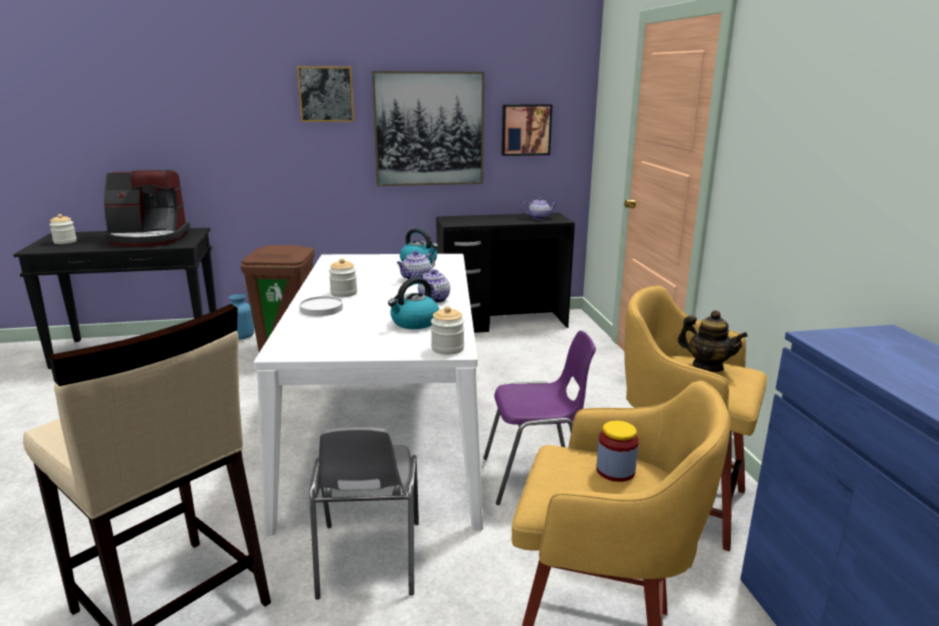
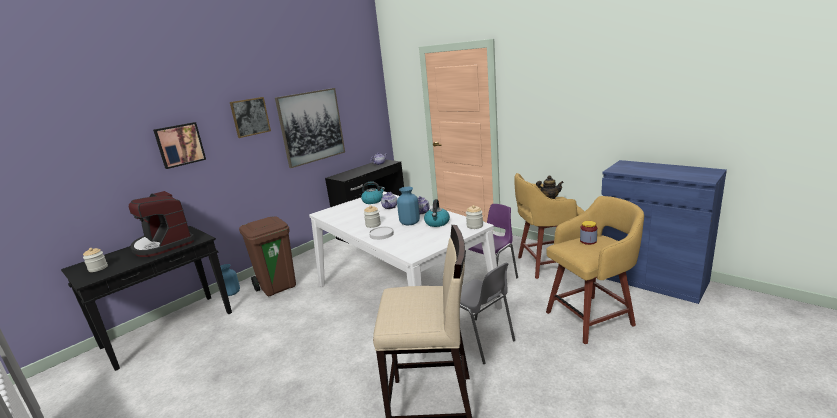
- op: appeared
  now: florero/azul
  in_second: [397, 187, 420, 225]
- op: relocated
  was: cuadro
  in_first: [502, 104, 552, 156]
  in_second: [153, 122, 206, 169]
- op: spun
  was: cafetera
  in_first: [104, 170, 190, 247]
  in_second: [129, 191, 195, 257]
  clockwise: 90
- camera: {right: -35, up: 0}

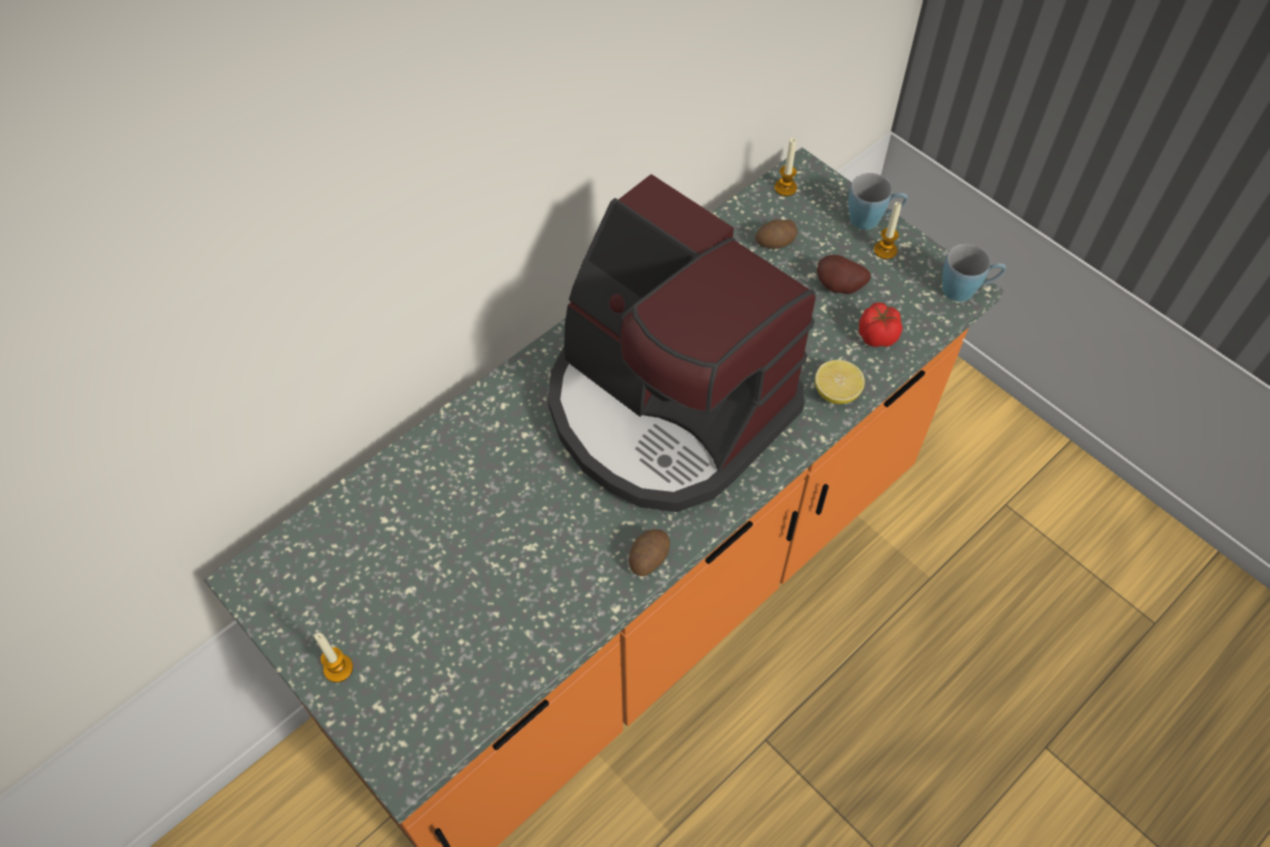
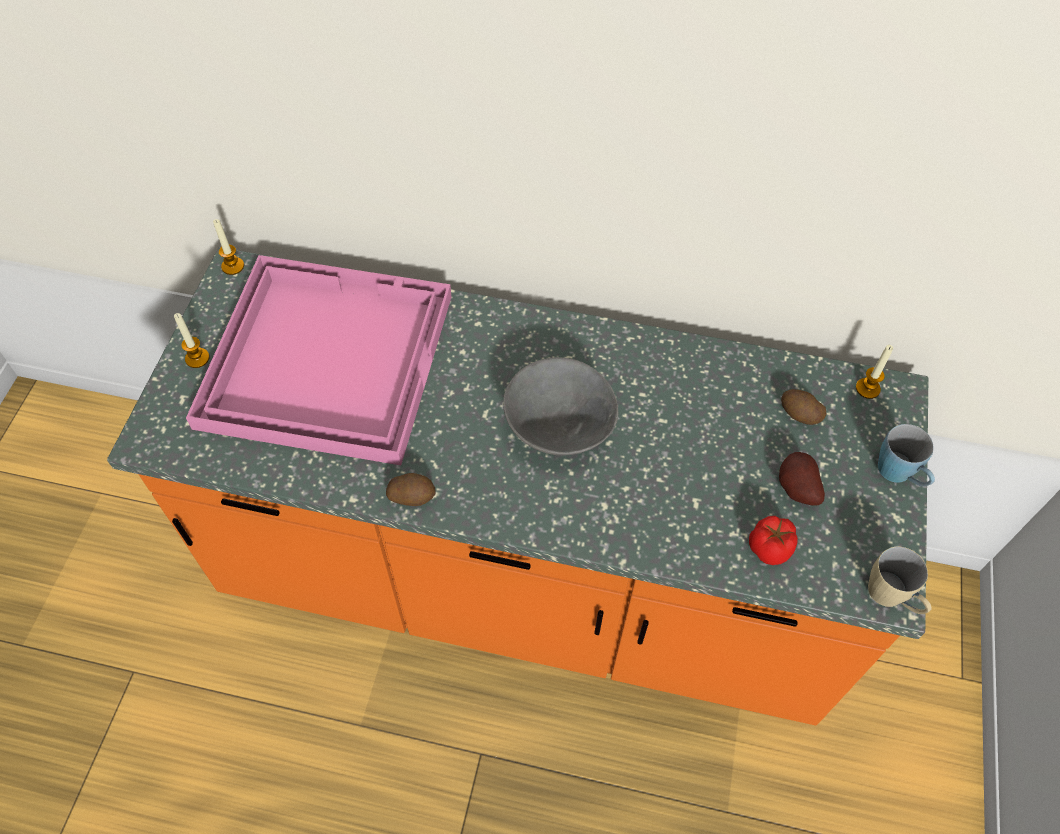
- op: missing
  was: limón
  in_first: [815, 360, 865, 404]
- op: appeared
  now: bandeja/rosa
  in_second: [186, 255, 451, 465]
- op: relocated
  was: vela
  in_first: [874, 202, 902, 259]
  in_second: [213, 219, 244, 275]
- op: exchanged
  was: cafetera
  now: cuenco/gris
  in_first: [548, 174, 816, 512]
  in_second: [503, 357, 618, 456]
- op: colour
  was: taza grande/azul
  now: taza grande/beis
  in_first: [942, 244, 1006, 302]
  in_second: [868, 546, 932, 614]
- camera: {right: 55, up: 0}

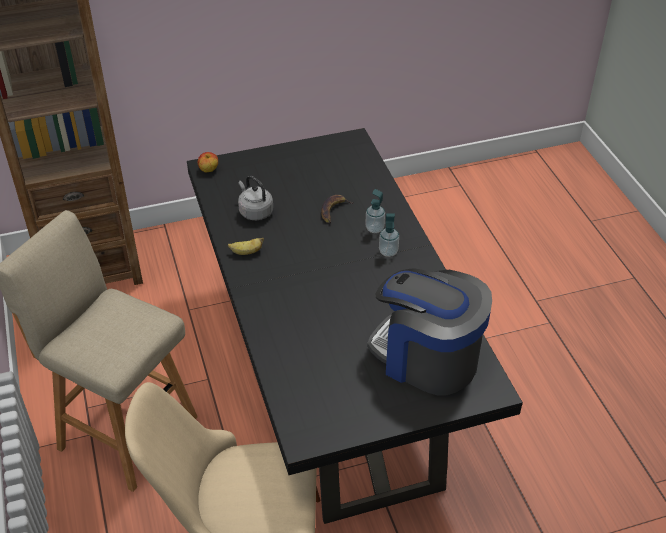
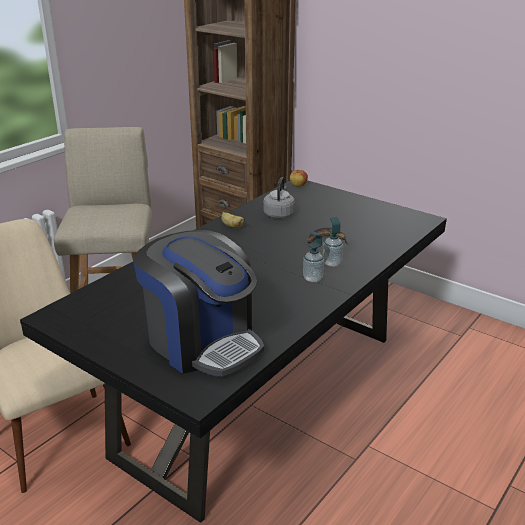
- op: spun
  was: cafetera
  in_first: [367, 268, 492, 396]
  in_second: [134, 230, 264, 377]
  clockwise: 135
- camera: {right: 55, up: -15}

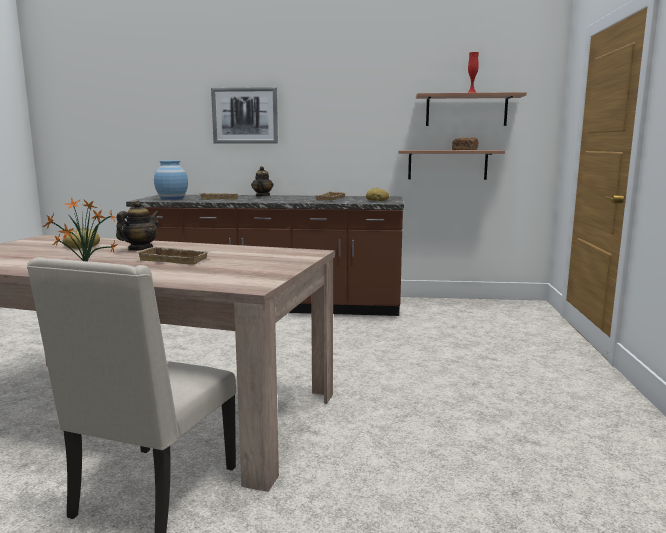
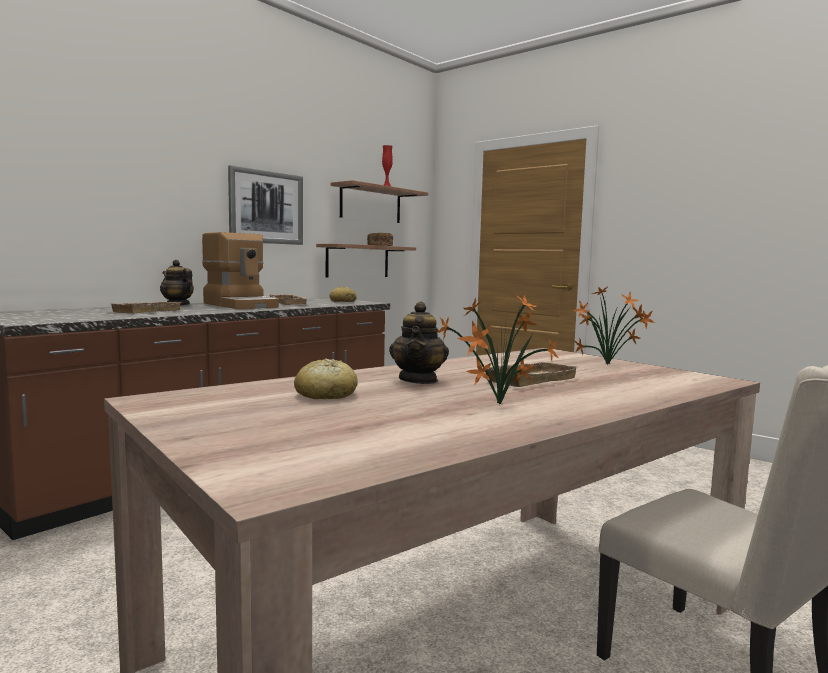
- op: missing
  was: florero/azul
  in_first: [154, 160, 188, 200]
- op: appeared
  now: cafetera
  in_second: [202, 232, 279, 309]
- op: appeared
  now: planta en maceta
  in_second: [573, 285, 655, 365]
- op: relocated
  was: cuadro
  in_first: [211, 87, 278, 144]
  in_second: [228, 165, 303, 245]
- op: spun
  was: tetera
  in_first: [116, 200, 159, 251]
  in_second: [389, 302, 449, 384]
  clockwise: -150
- camera: {right: -55, up: -5}

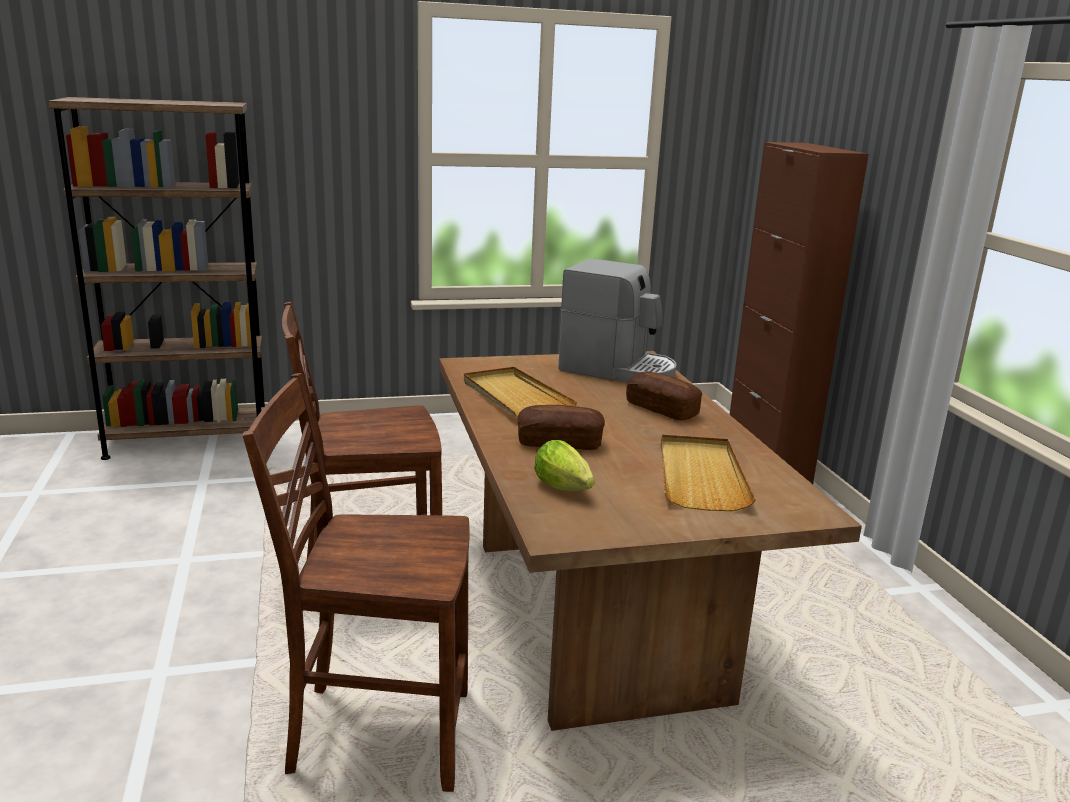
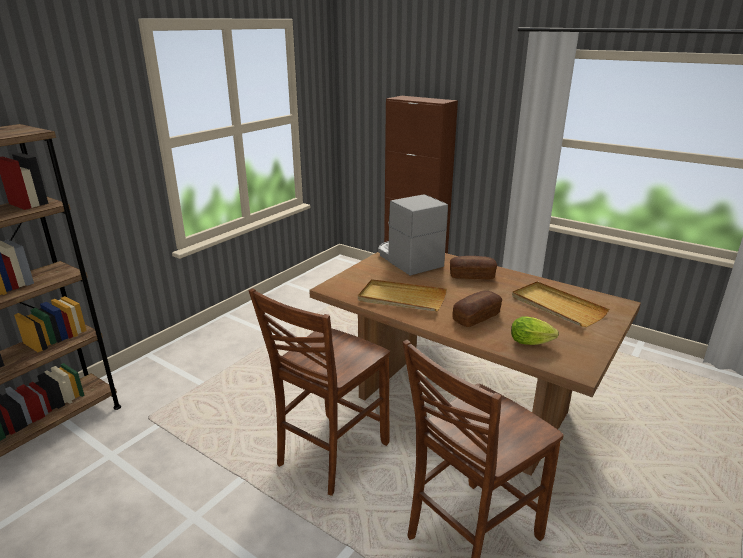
- op: spun
  was: cafetera
  in_first: [558, 258, 676, 383]
  in_second: [378, 194, 448, 276]
  clockwise: -105
- camera: {right: -40, up: 5}

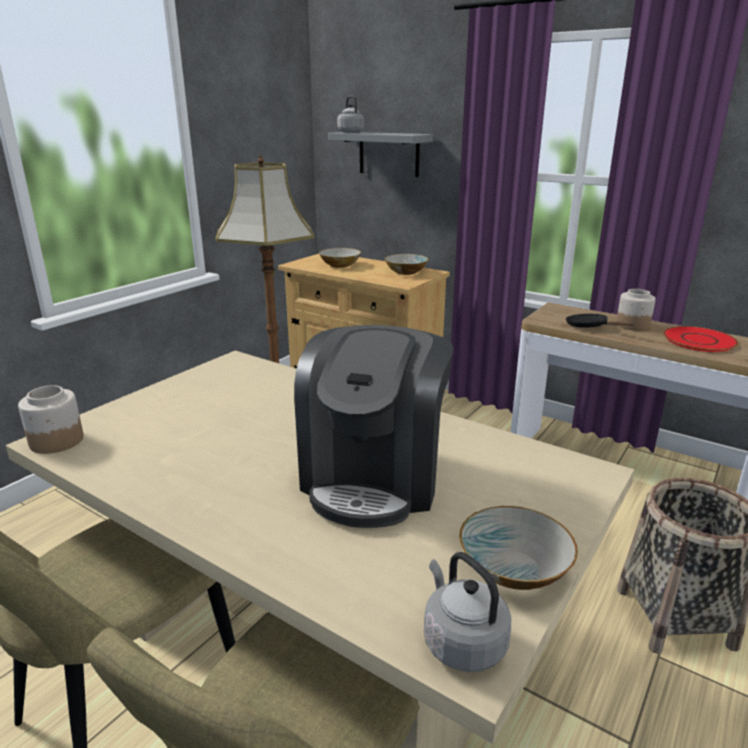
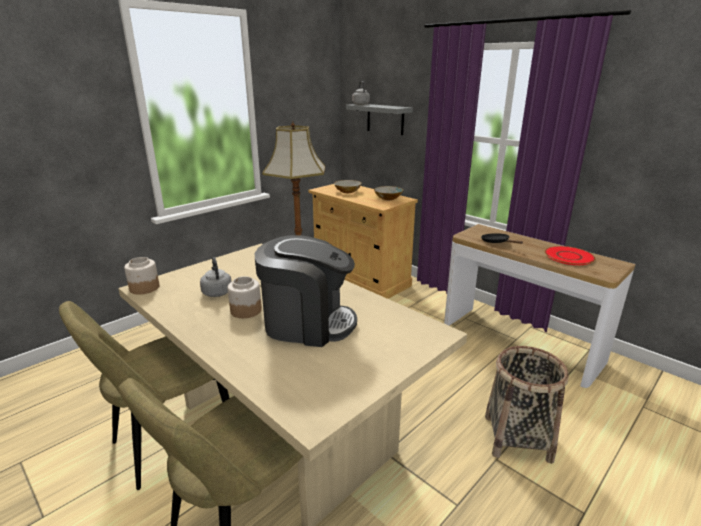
- op: missing
  was: cuenco
  in_first: [459, 506, 578, 590]
- op: relocated
  was: hervidor/gris
  in_first: [424, 552, 511, 672]
  in_second: [200, 257, 232, 297]
- op: relocated
  was: tarro
  in_first: [616, 289, 656, 331]
  in_second: [227, 276, 262, 318]
- op: spun
  was: cafetera
  in_first: [294, 325, 453, 528]
  in_second: [255, 235, 357, 347]
  clockwise: -105
- camera: {right: 10, up: 0}

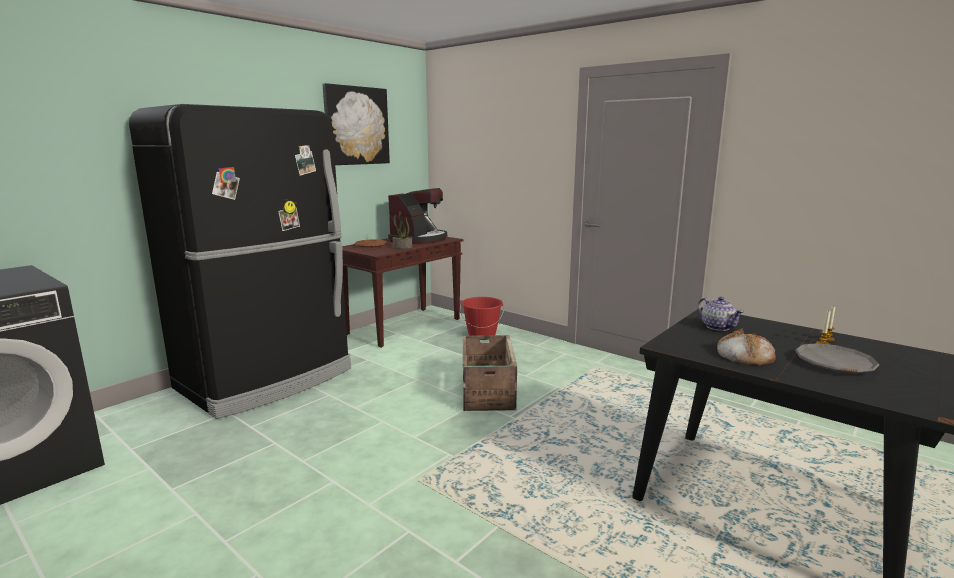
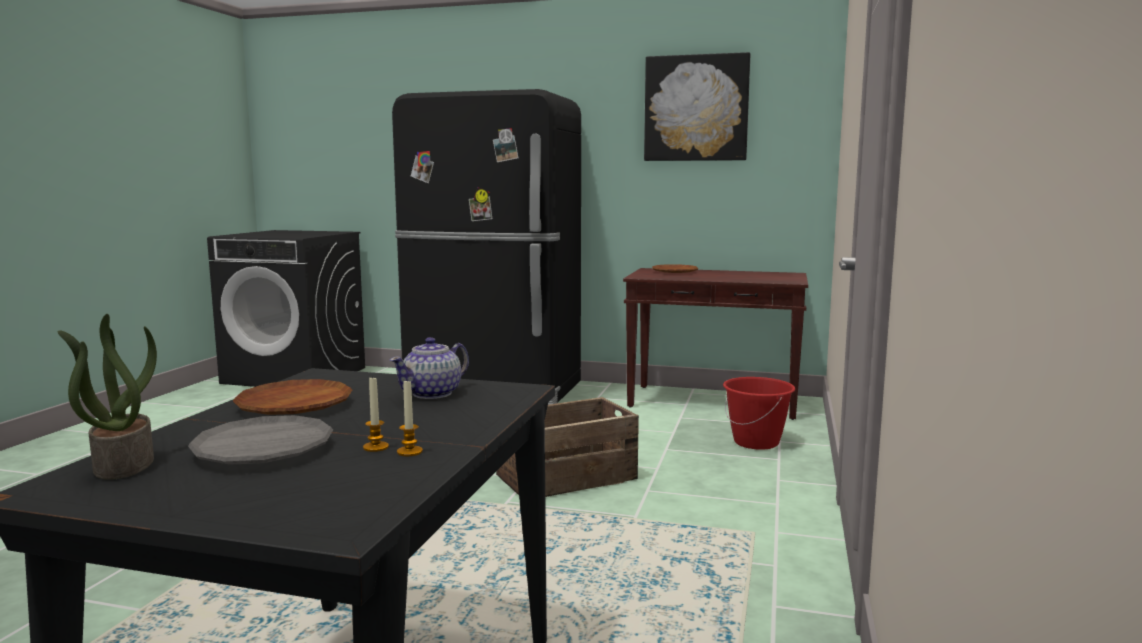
- op: missing
  was: cafetera
  in_first: [388, 188, 447, 244]
- op: relocated
  was: planta en maceta
  in_first: [392, 212, 412, 249]
  in_second: [58, 314, 157, 480]
- op: exchanged
  was: pan
  now: plato/marrón
  in_first: [717, 328, 776, 365]
  in_second: [233, 379, 352, 415]
- camera: {right: 65, up: -5}

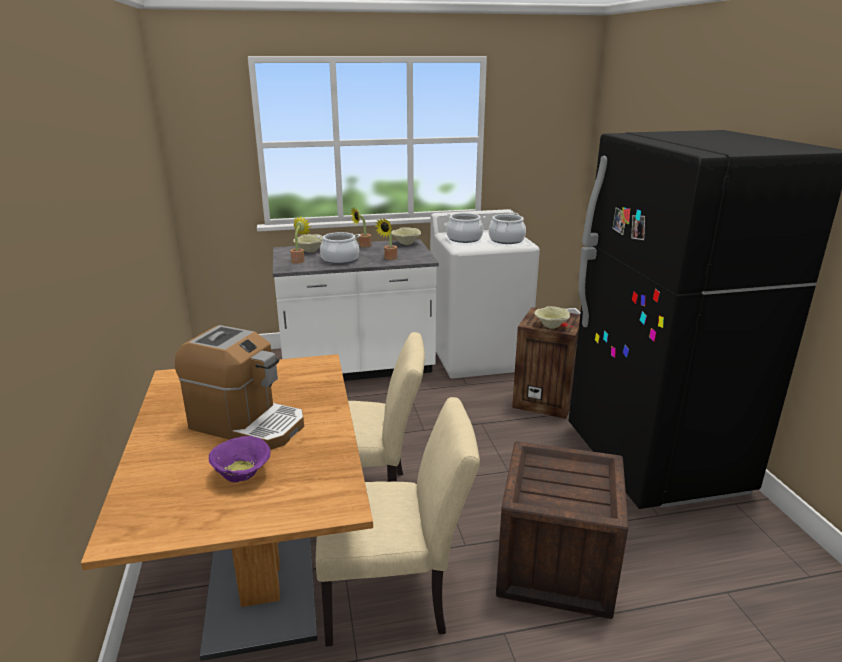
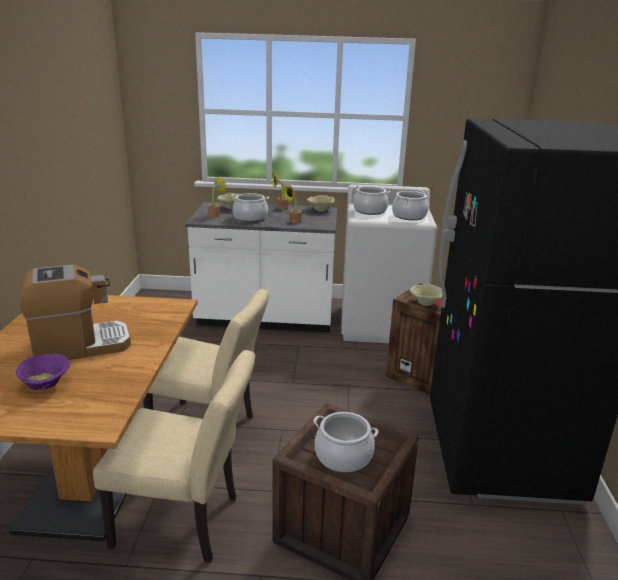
- op: appeared
  now: olla
  in_second: [313, 412, 379, 473]
- op: spun
  was: cafetera
  in_first: [175, 325, 304, 450]
  in_second: [20, 264, 131, 360]
  clockwise: -60
- camera: {right: 15, up: 0}

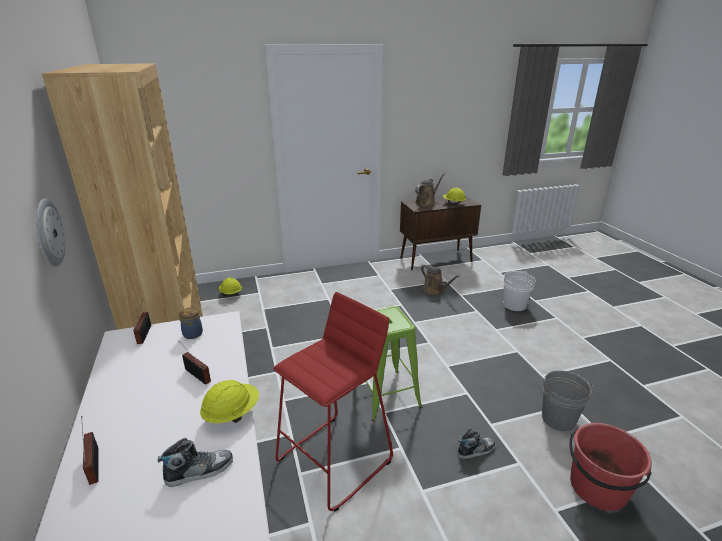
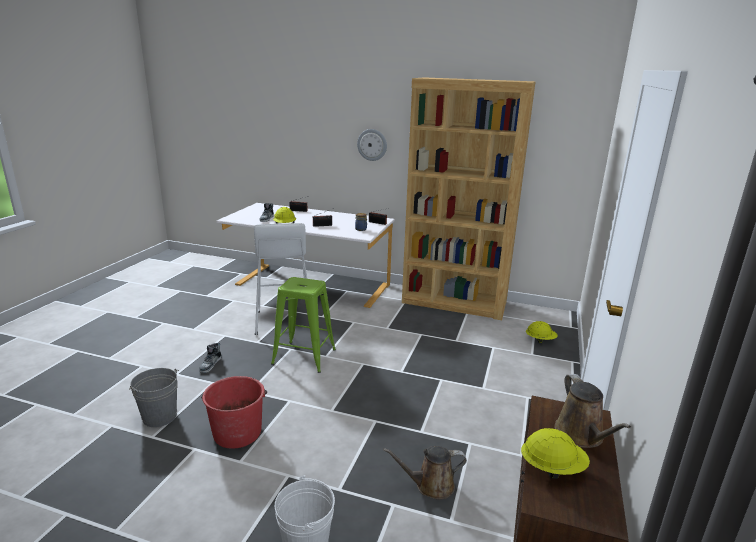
- op: relocated
  was: cubo/rojo
  in_first: [570, 423, 652, 511]
  in_second: [201, 376, 267, 449]
- op: colour
  was: taburete/rojo
  now: taburete/blanco
  in_first: [273, 292, 393, 512]
  in_second: [254, 223, 307, 335]
- camera: {right: 125, up: -5}

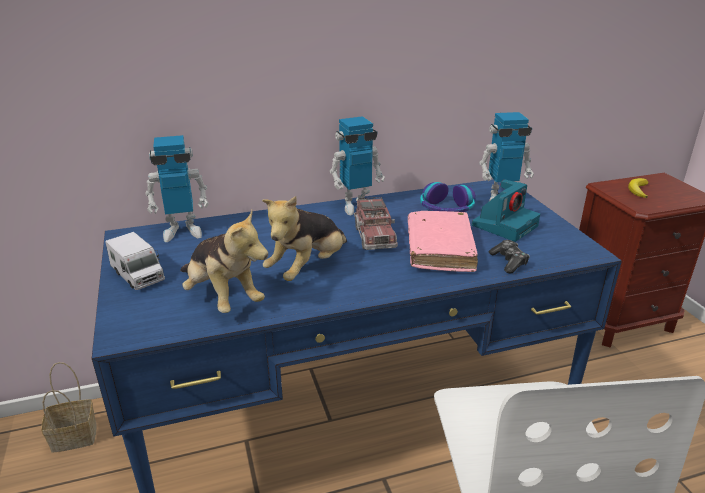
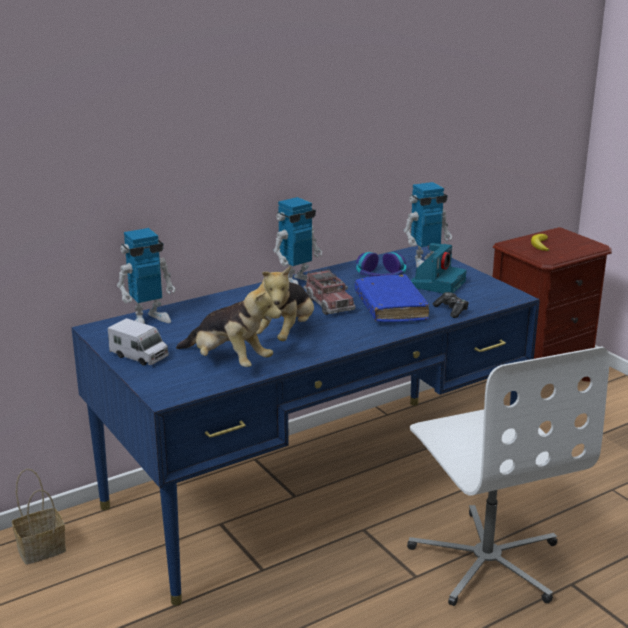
- op: colour
  was: libro/rosa
  now: libro/azul
  in_first: [408, 211, 478, 272]
  in_second: [355, 274, 429, 322]
- camera: {right: -15, up: -5}

